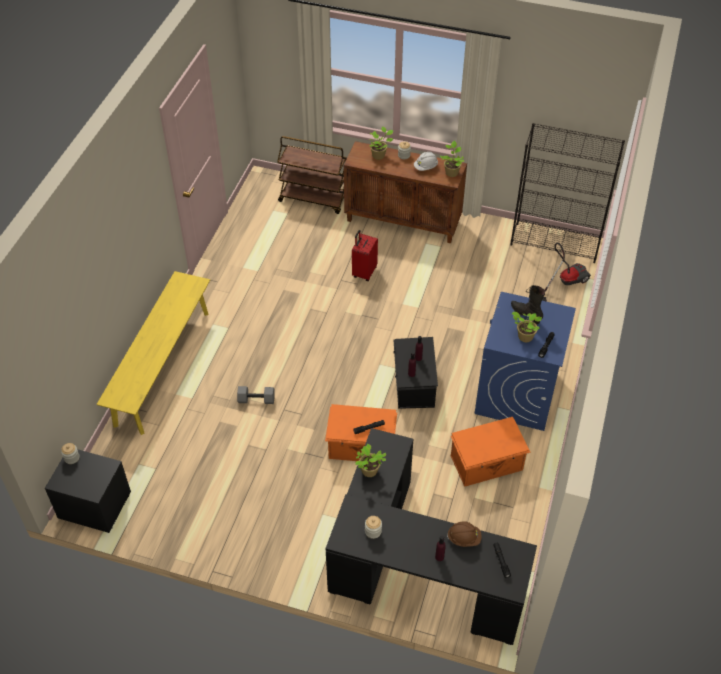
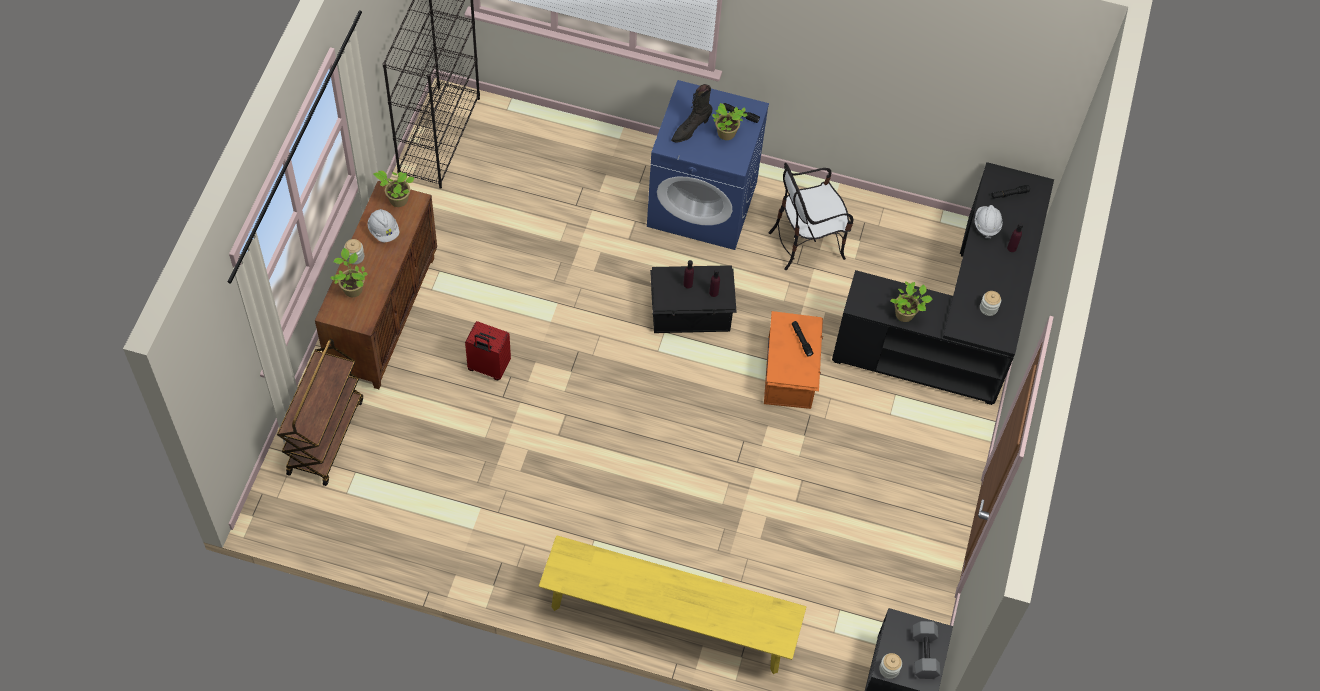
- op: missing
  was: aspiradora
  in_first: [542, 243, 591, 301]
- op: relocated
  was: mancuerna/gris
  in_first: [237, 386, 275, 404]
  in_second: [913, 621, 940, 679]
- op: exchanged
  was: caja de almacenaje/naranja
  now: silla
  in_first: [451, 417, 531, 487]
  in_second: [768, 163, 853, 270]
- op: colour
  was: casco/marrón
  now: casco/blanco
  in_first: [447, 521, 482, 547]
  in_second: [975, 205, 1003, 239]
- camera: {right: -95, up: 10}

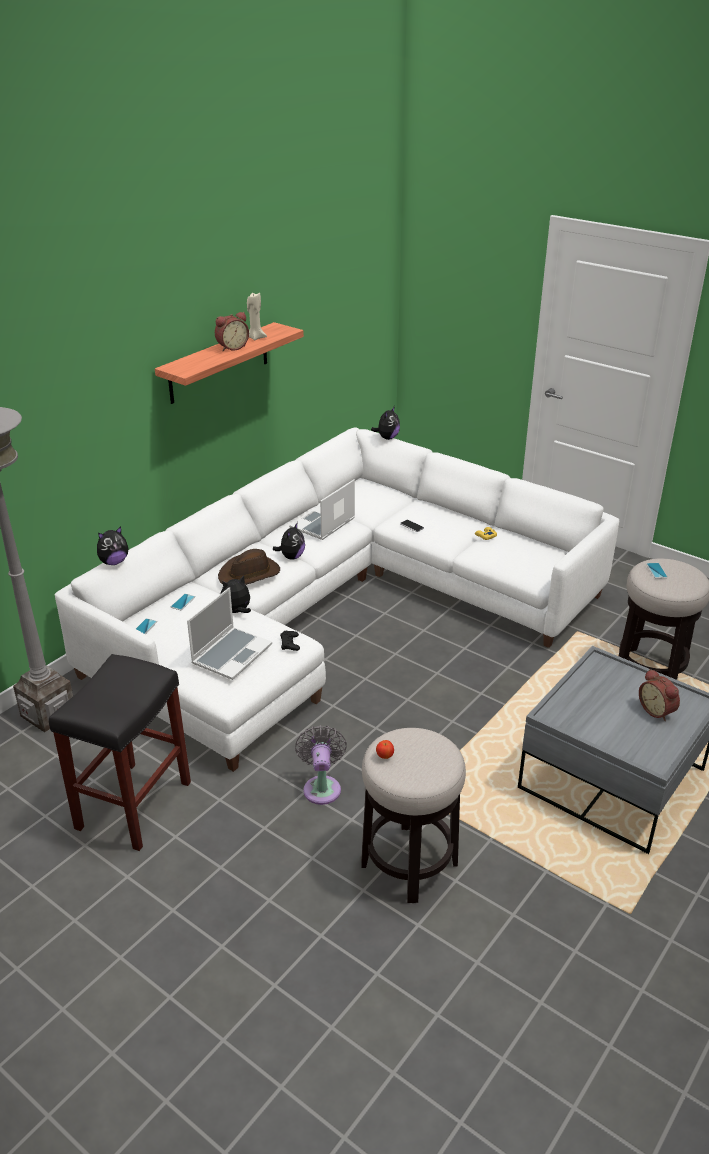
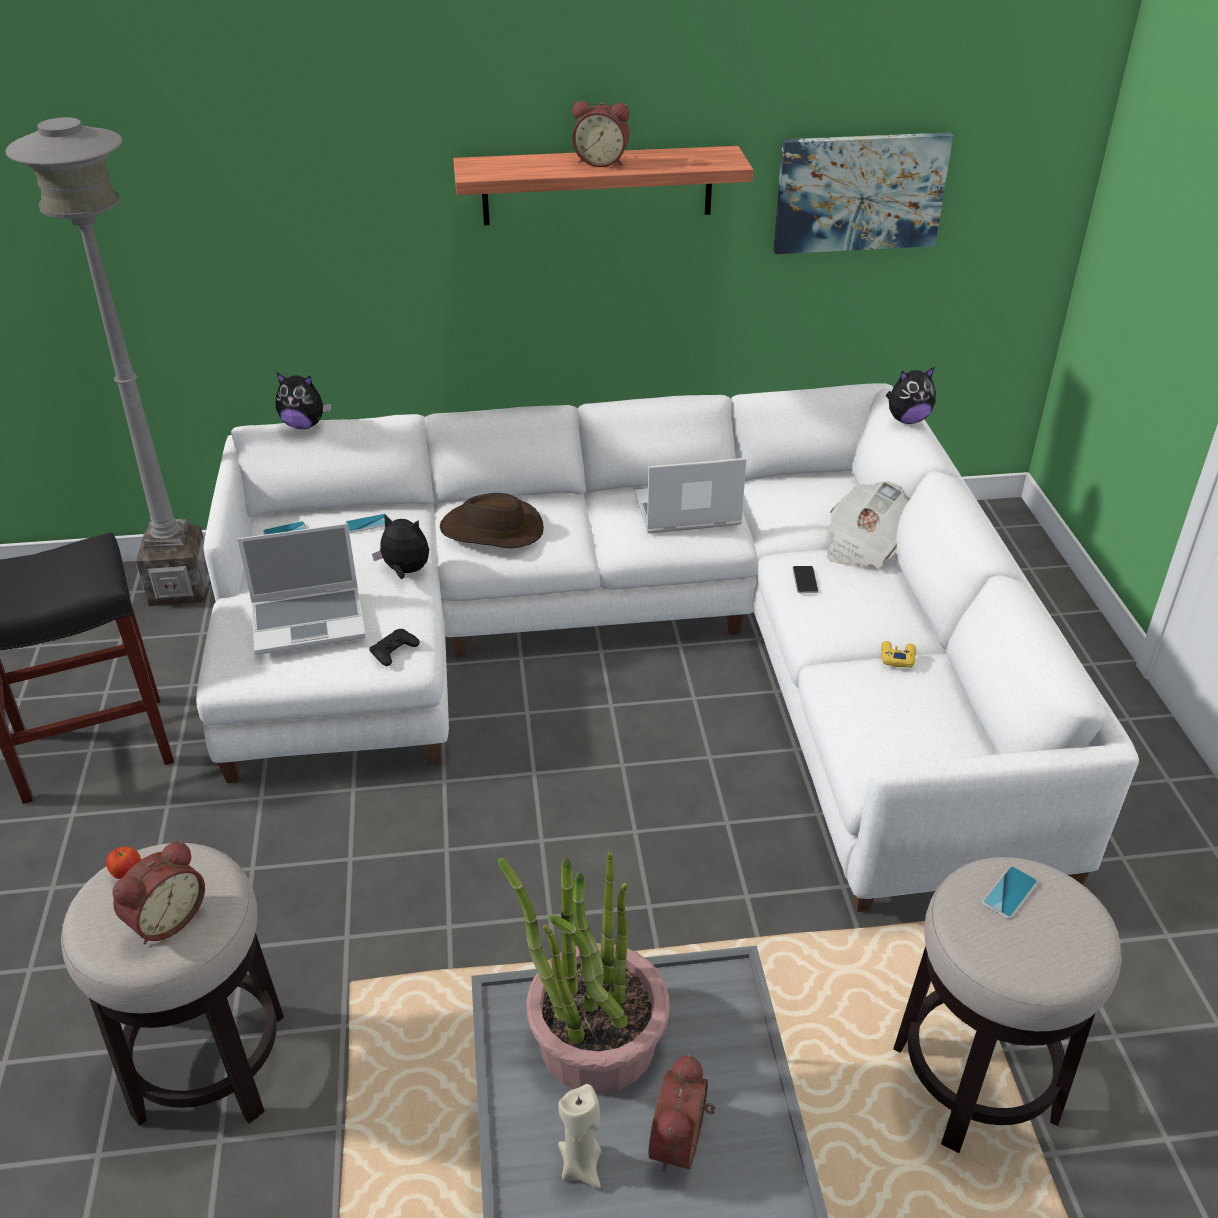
- op: missing
  was: peluche
  in_first: [273, 522, 305, 560]
- op: missing
  was: ventilador/gris
  in_first: [295, 725, 347, 805]
- op: appeared
  now: despertador
  in_second: [112, 841, 205, 945]
- op: appeared
  now: planta en maceta
  in_second: [498, 852, 670, 1094]
- op: appeared
  now: cuadro
  in_second: [773, 132, 953, 254]
- op: appeared
  now: periódico
  in_second: [827, 481, 908, 568]
- op: relocated
  was: vela/beis
  in_first: [247, 293, 267, 340]
  in_second: [558, 1084, 601, 1189]
- camera: {right: 45, up: 5}

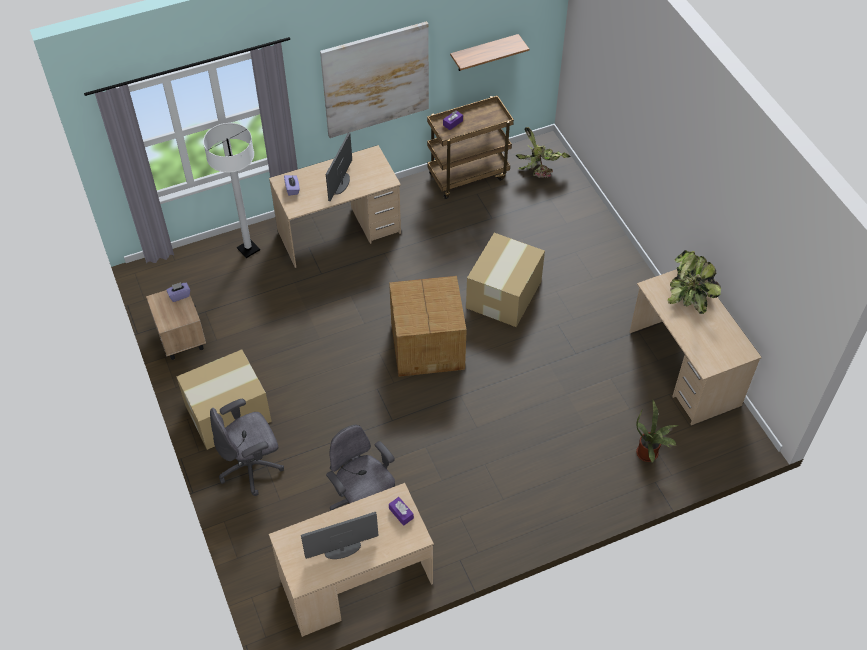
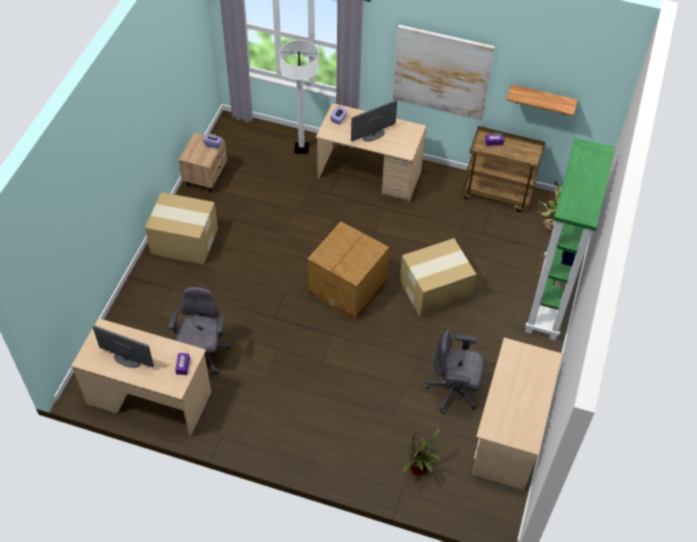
- op: missing
  was: planta en maceta
  in_first: [668, 250, 721, 314]
- op: appeared
  now: estantería/verde
  in_second: [525, 138, 615, 340]
- op: relocated
  was: silla de oficina/gris
  in_first: [210, 399, 284, 496]
  in_second: [425, 329, 484, 414]
- camera: {right: 40, up: 0}

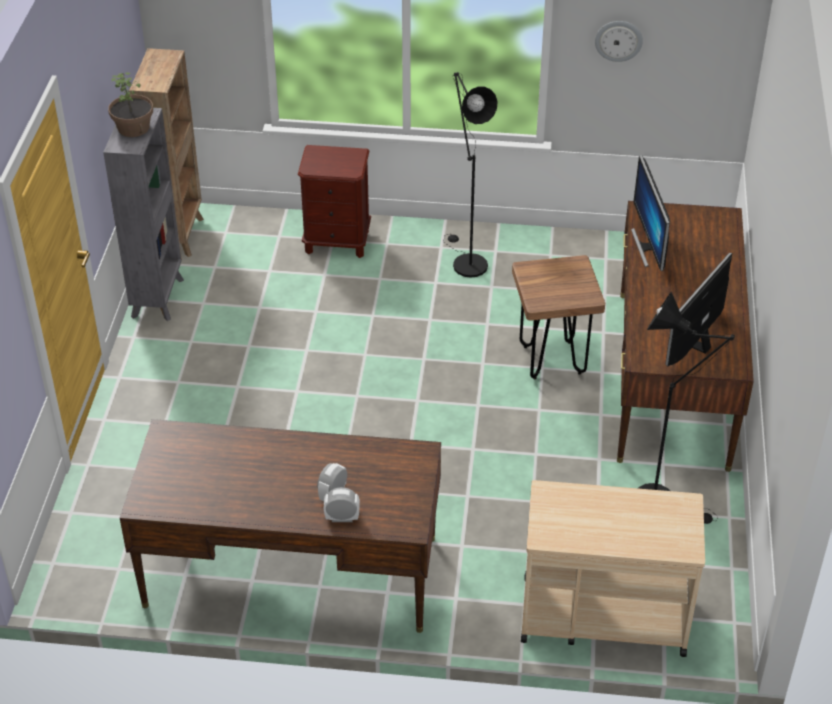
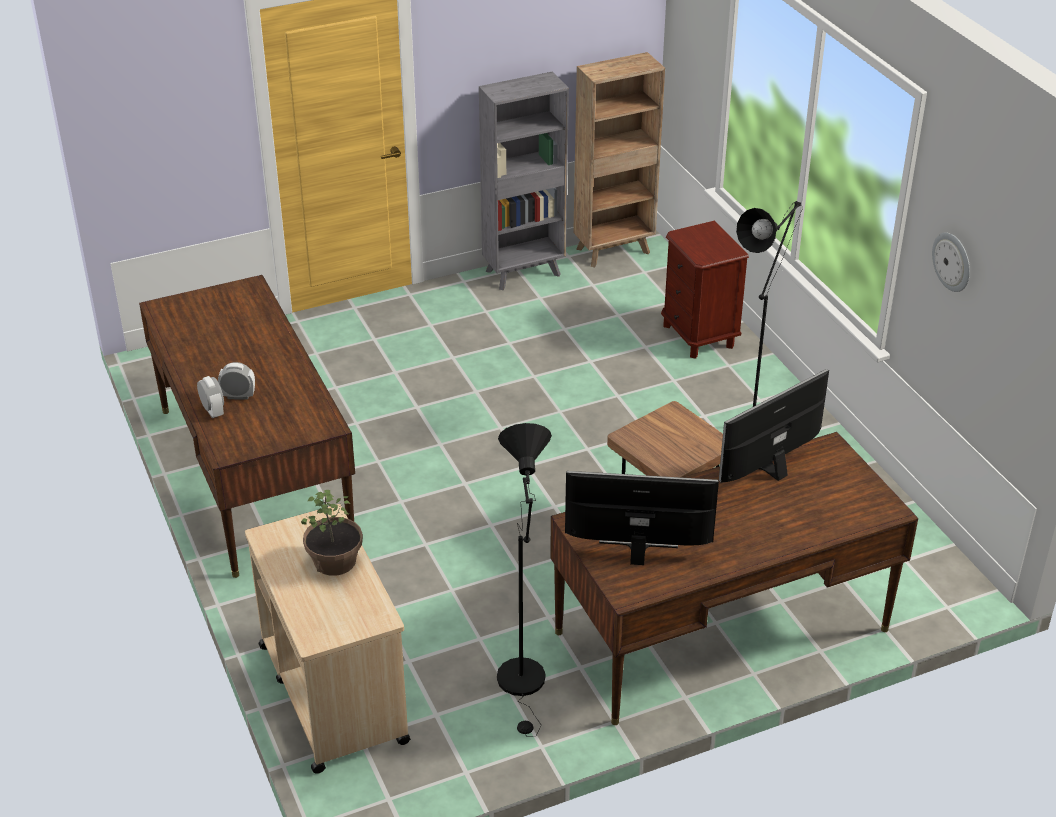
- op: relocated
  was: planta en maceta
  in_first: [108, 72, 153, 137]
  in_second: [301, 490, 363, 576]
- camera: {right: 60, up: -5}

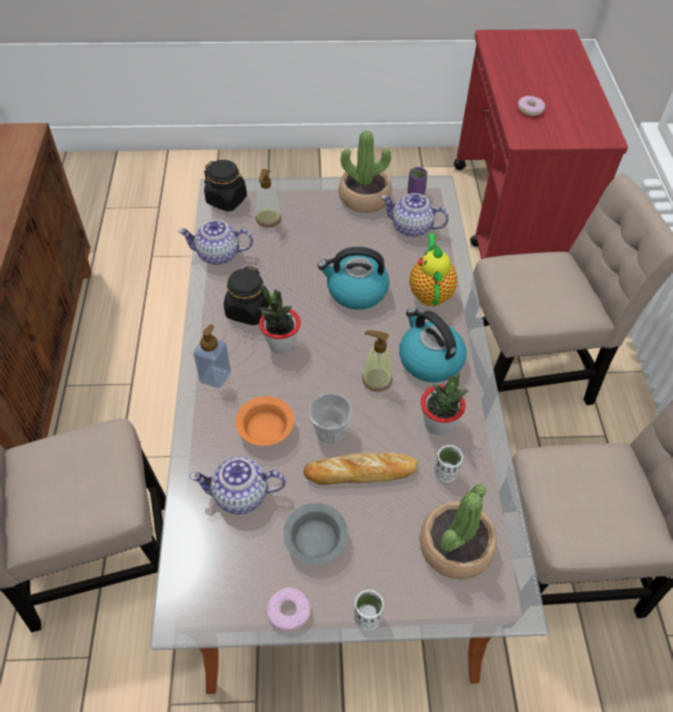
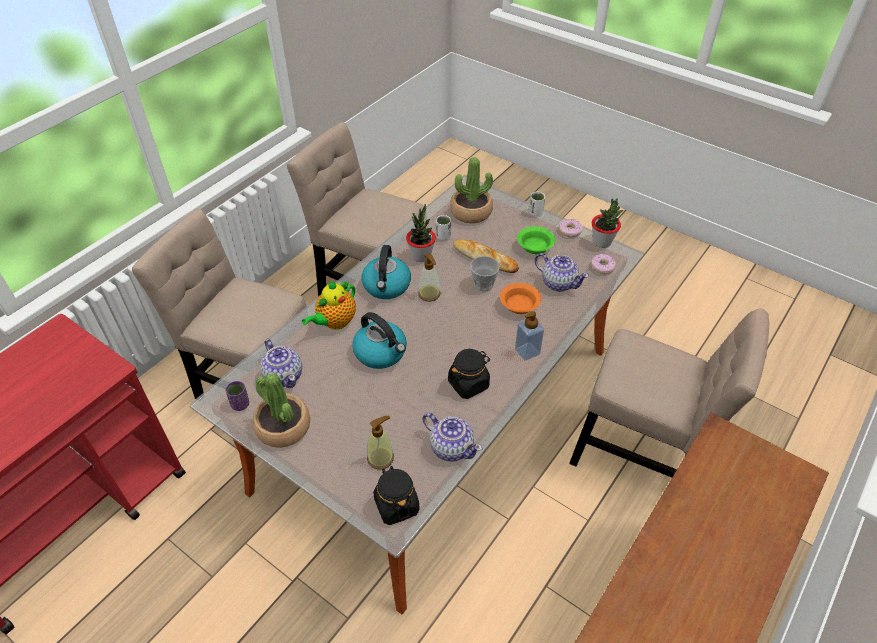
- op: relocated
  was: planta en maceta
  in_first: [259, 285, 301, 354]
  in_second: [592, 198, 624, 248]
- op: relocated
  was: rosquilla
  in_first: [518, 96, 545, 116]
  in_second: [591, 254, 616, 274]
- op: colour
  was: cuenco/gris
  now: cuenco/verde
  in_first: [283, 503, 348, 564]
  in_second: [517, 226, 555, 254]
- camera: {right: -140, up: -5}

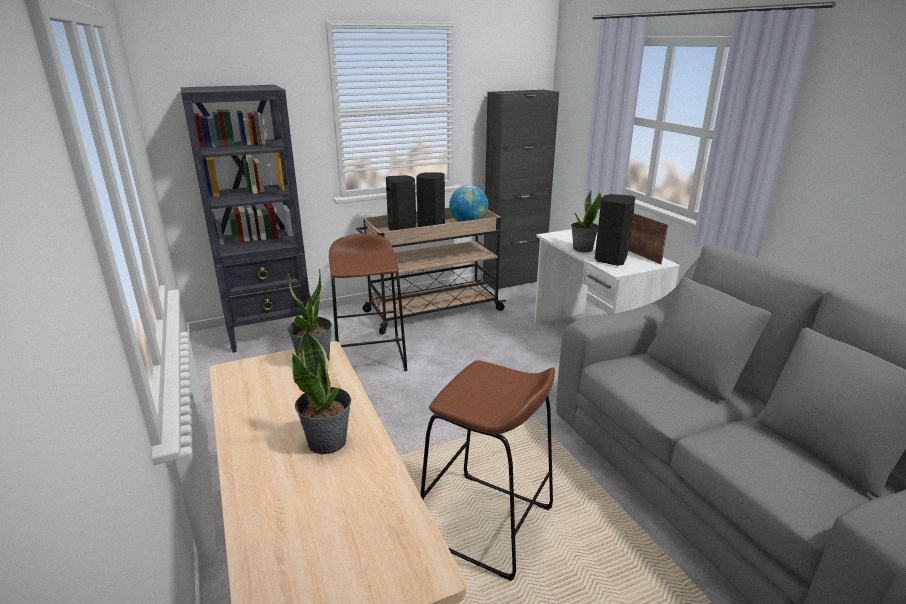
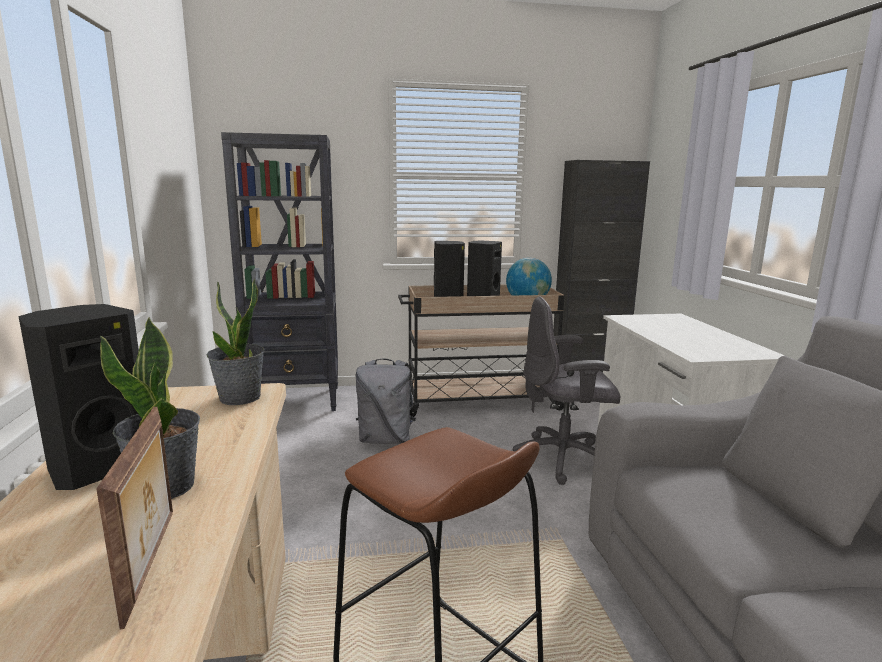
- op: missing
  was: planta en maceta
  in_first: [571, 190, 602, 252]
- op: appeared
  now: silla de oficina/gris
  in_second: [513, 296, 620, 485]
- op: relocated
  was: altavoz/negro
  in_first: [595, 194, 635, 266]
  in_second: [18, 304, 139, 490]
- op: relocated
  was: portarretratos
  in_first: [628, 213, 668, 264]
  in_second: [96, 407, 173, 629]
- op: exchanged
  was: taburete/marrón
  now: mochila/gris
  in_first: [329, 234, 407, 371]
  in_second: [355, 359, 416, 444]
- camera: {right: 15, up: -10}

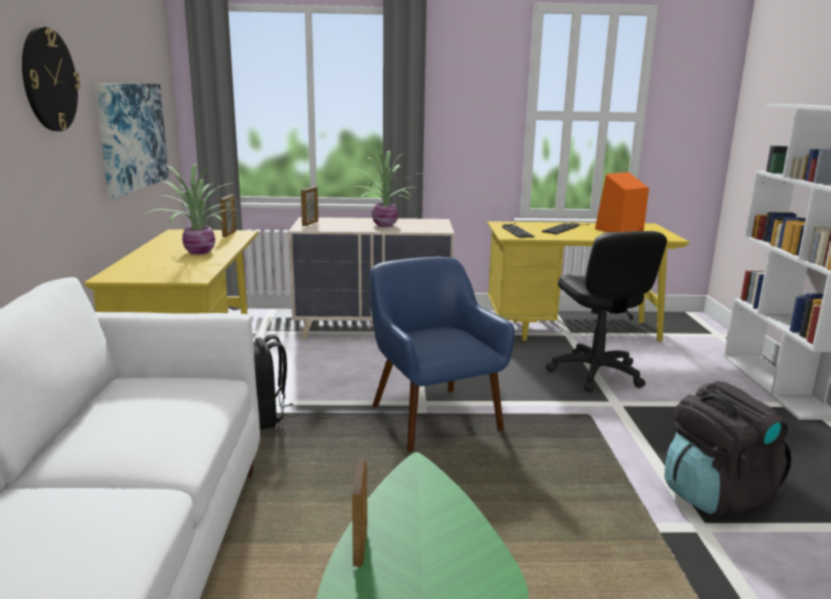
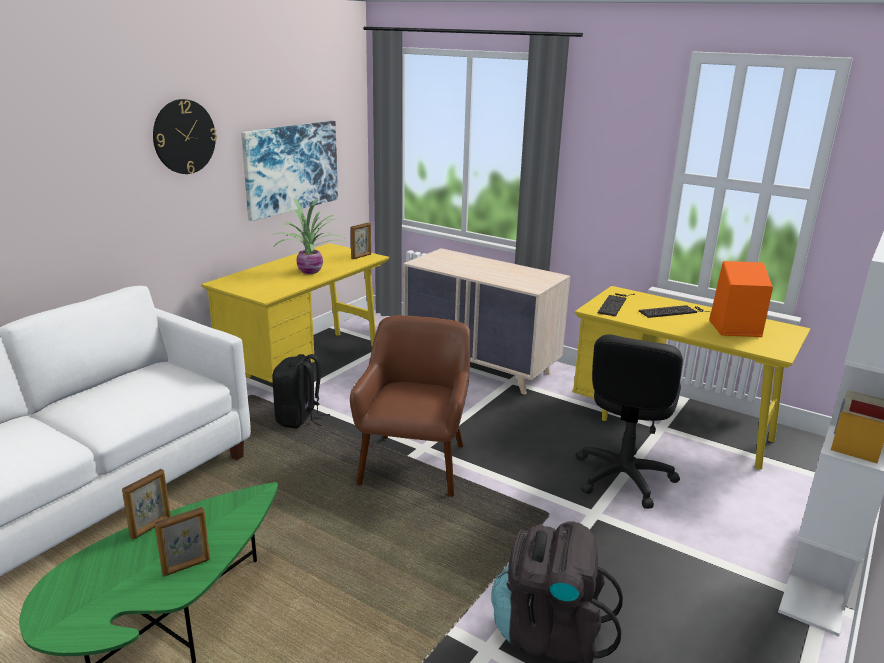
- op: missing
  was: planta en maceta
  in_first: [349, 151, 423, 227]
- op: relocated
  was: portarretratos
  in_first: [301, 186, 318, 226]
  in_second: [154, 507, 210, 577]
- op: colour
  was: sillón/azul
  now: sillón/marrón
  in_first: [370, 257, 515, 452]
  in_second: [350, 315, 471, 497]
- camera: {right: 35, up: 5}

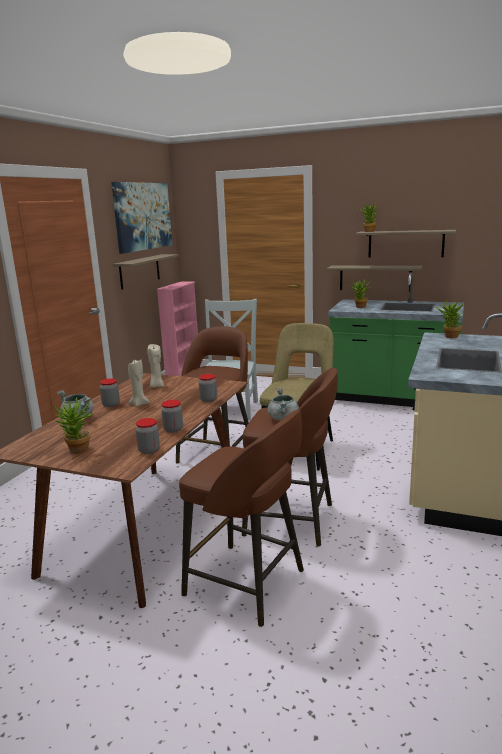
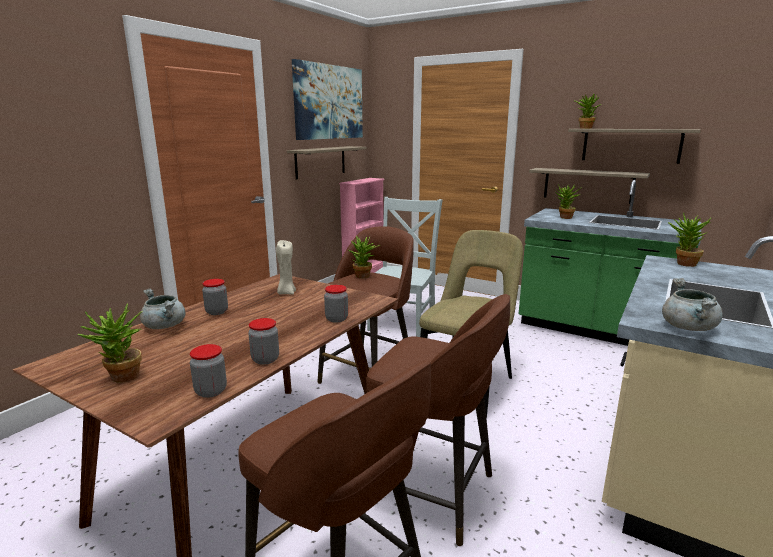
- op: missing
  was: vela/beis
  in_first: [128, 359, 150, 407]
- op: appeared
  now: planta en maceta
  in_second: [347, 236, 380, 278]
- op: relocated
  was: olla/gris
  in_first: [268, 388, 299, 421]
  in_second: [662, 278, 723, 331]
- camera: {right: 10, up: 0}

